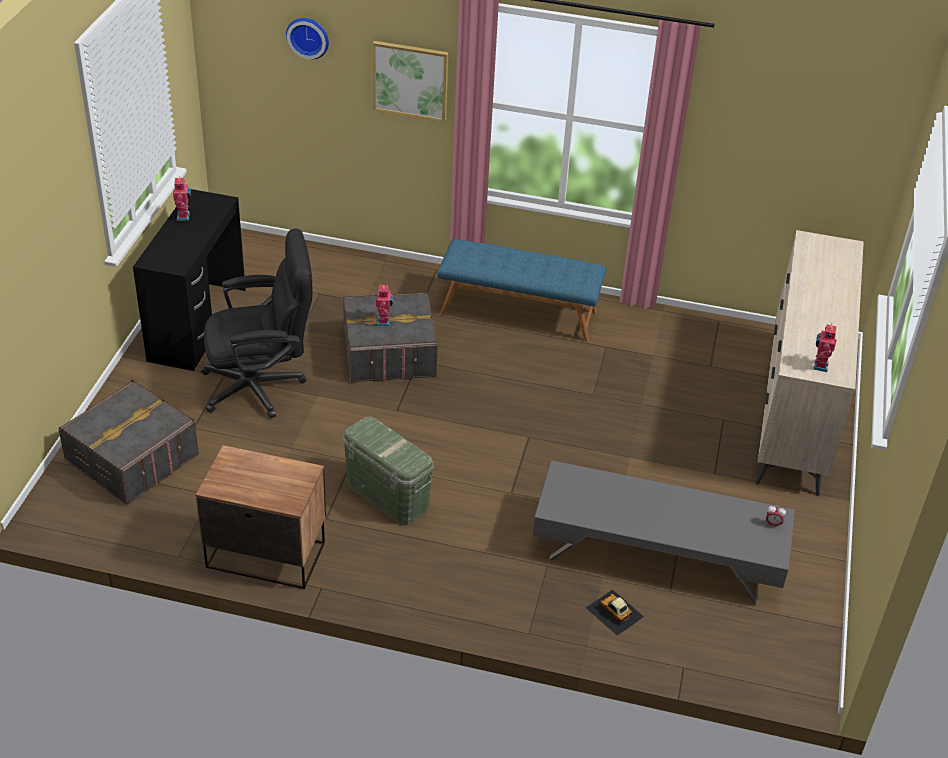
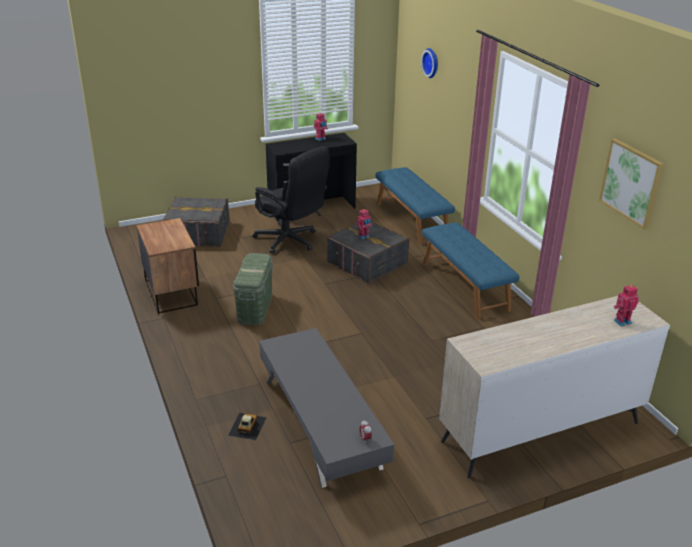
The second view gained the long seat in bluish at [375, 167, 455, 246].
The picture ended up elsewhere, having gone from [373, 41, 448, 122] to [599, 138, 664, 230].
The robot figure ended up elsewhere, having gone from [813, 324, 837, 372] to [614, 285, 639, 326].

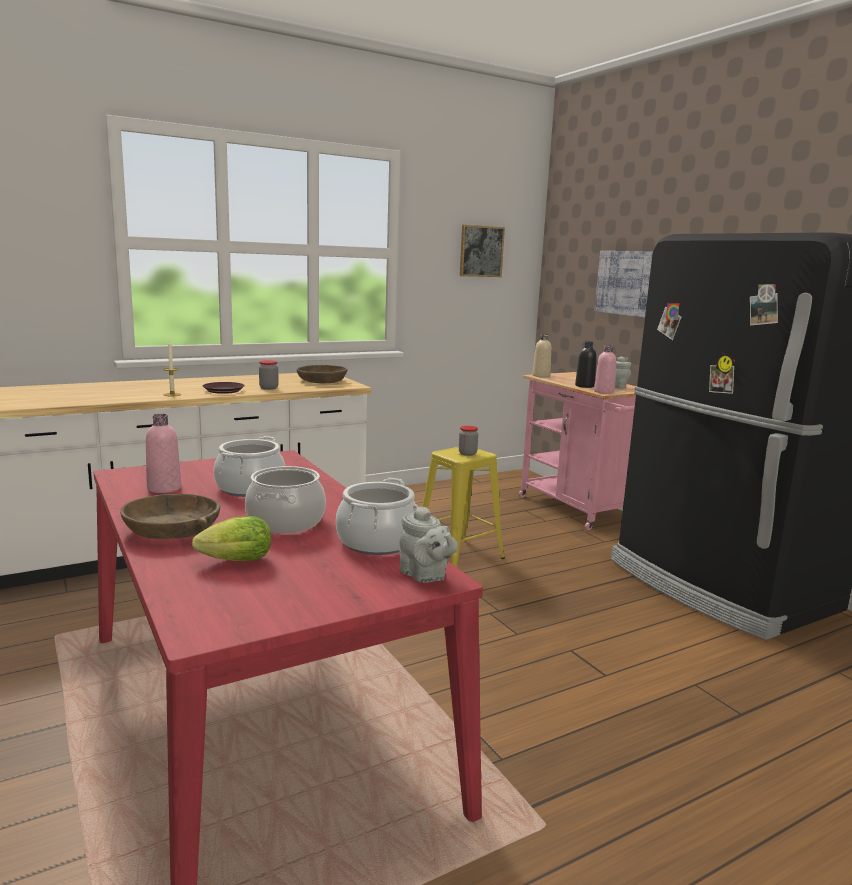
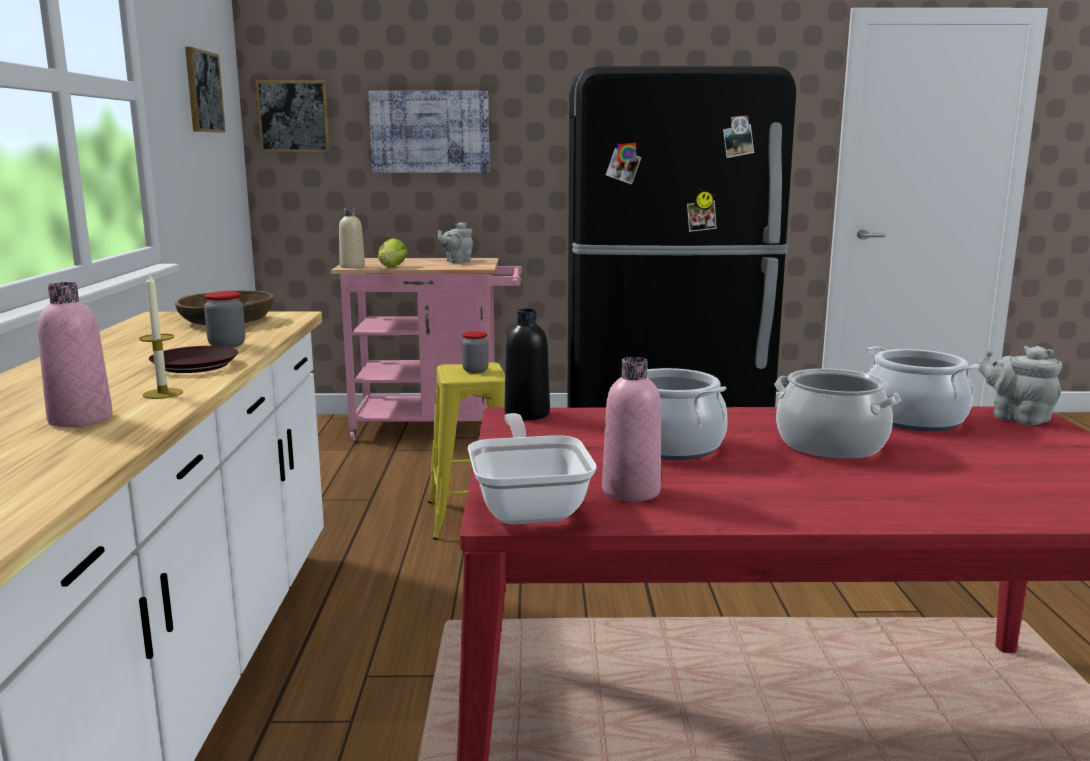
The second view lost the deep dish in brown at [120, 494, 220, 539].
The second view gained the picture at [256, 81, 330, 152].
The second view gained the pan at [468, 413, 597, 525].
The lettuce ended up elsewhere, having gone from [192, 516, 271, 561] to [378, 238, 408, 267].
The drink bottle in black-coloured ended up elsewhere, having gone from [575, 342, 597, 388] to [504, 309, 550, 420].
The drink bottle in pinkish ended up elsewhere, having gone from [594, 346, 616, 394] to [37, 282, 113, 427].
The tea pot in gray at [399, 504, 458, 583] ended up facing another way, 120 degrees counterclockwise from before.

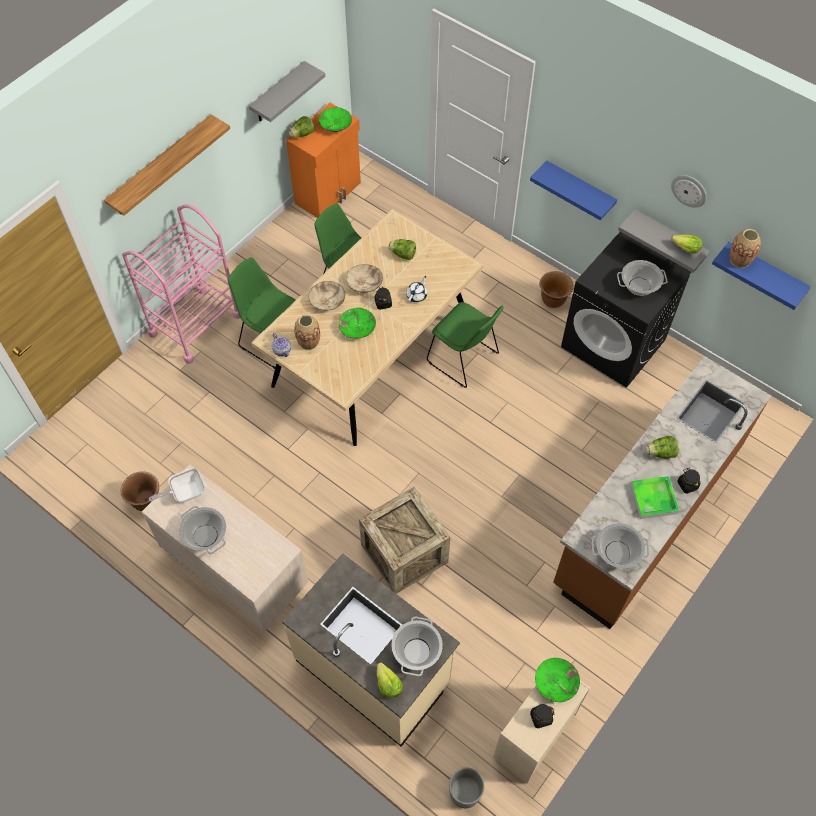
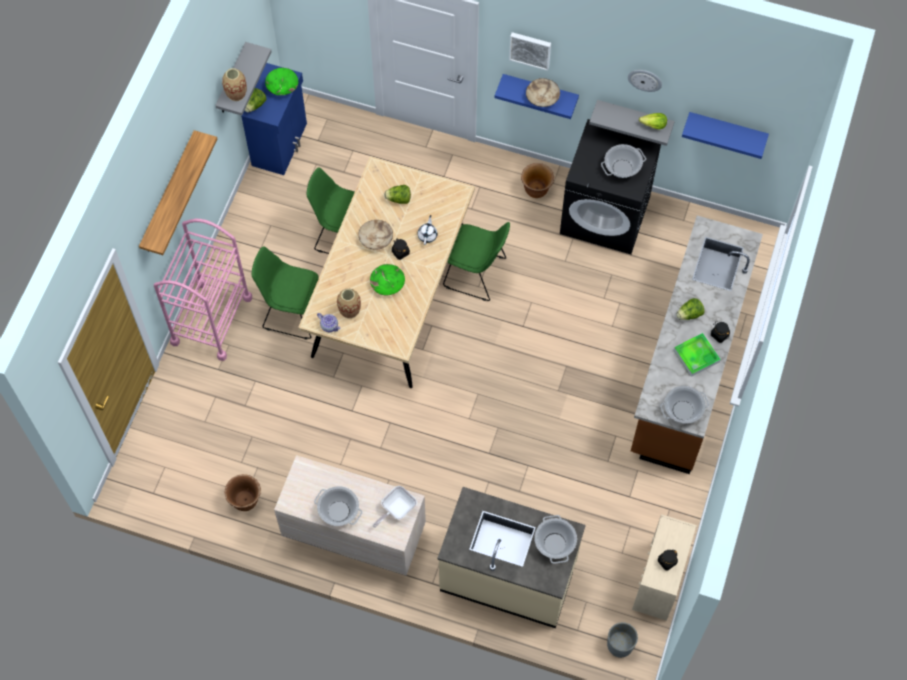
The second view lost the crate at [359, 487, 450, 594].
The second view lost the lettuce at [377, 662, 403, 698].
The second view lost the deep dish in green-coloured at [535, 658, 580, 702].
The second view gained the picture at [509, 32, 551, 71].
The pan ended up elsewhere, having gone from [149, 468, 205, 503] to [373, 486, 417, 528].
The deep dish in beige ended up elsewhere, having gone from [308, 281, 345, 310] to [526, 78, 560, 107].
The flower vase ended up elsewhere, having gone from [730, 229, 761, 268] to [222, 68, 247, 101].
What was the cupboard in orangey at [286, 103, 361, 218] turned into the cupboard in bluish at [241, 63, 307, 175].

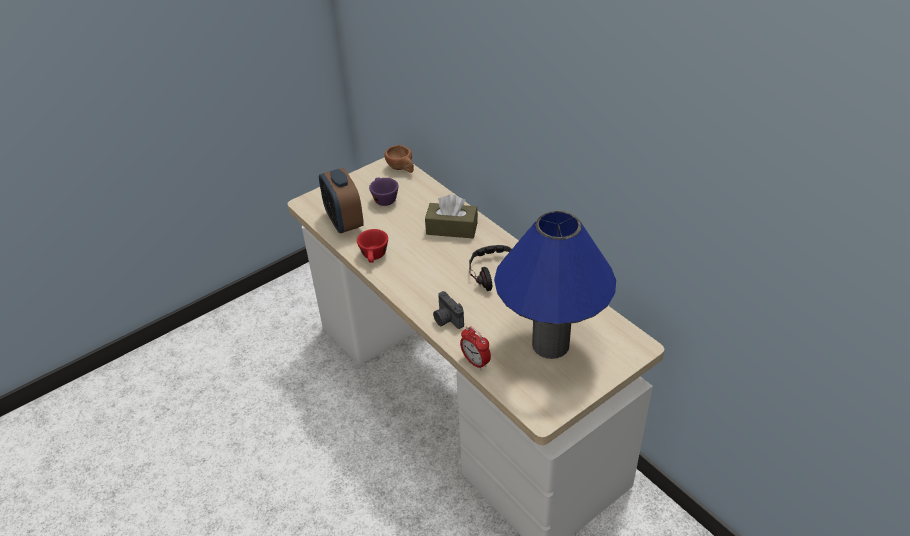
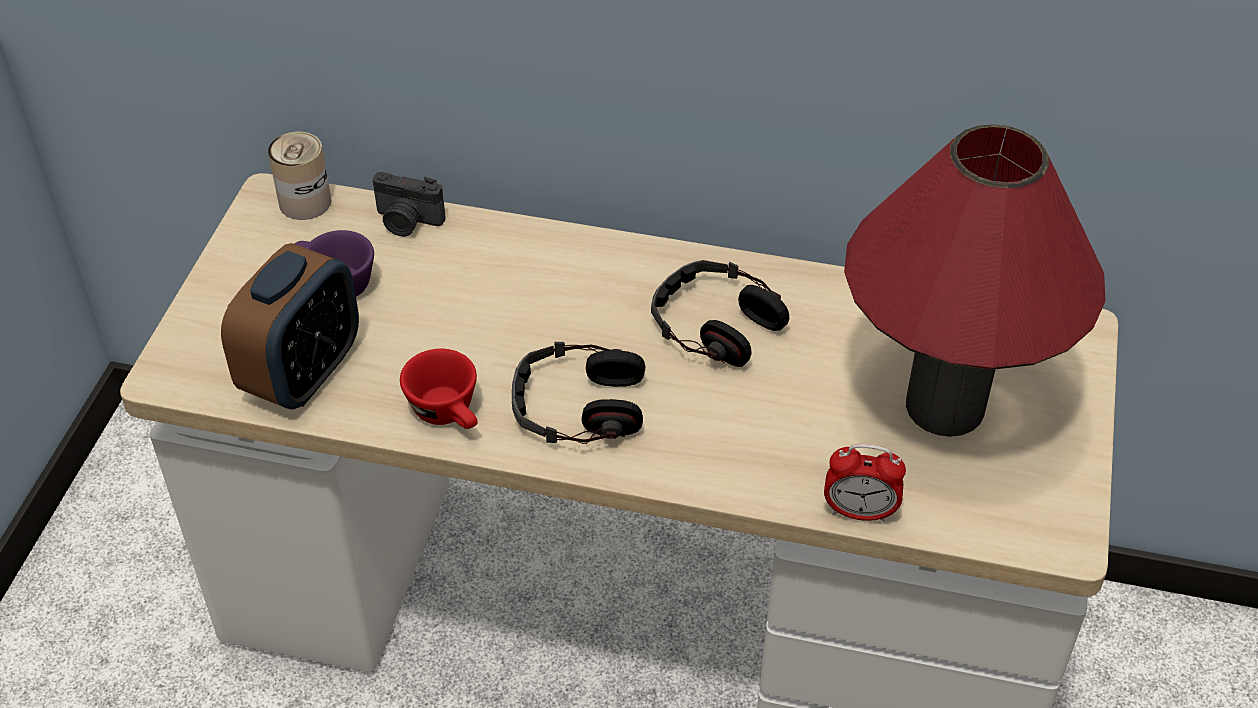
The second view lost the tissue holder in brown at [425, 194, 478, 238].
The second view gained the pair of headphones at [512, 342, 645, 444].
The photo camera ended up elsewhere, having gone from [433, 291, 464, 329] to [373, 172, 446, 237].
Where the small cup in brown stood at [384, 145, 414, 173], the sealed can came to stand at [268, 132, 332, 220].
What was the table lamp in bluish at [494, 211, 616, 359] turned into the table lamp in red-coloured at [844, 124, 1106, 437].
The bedside clock at [319, 168, 364, 234] ended up facing another way, 90 degrees counterclockwise from before.

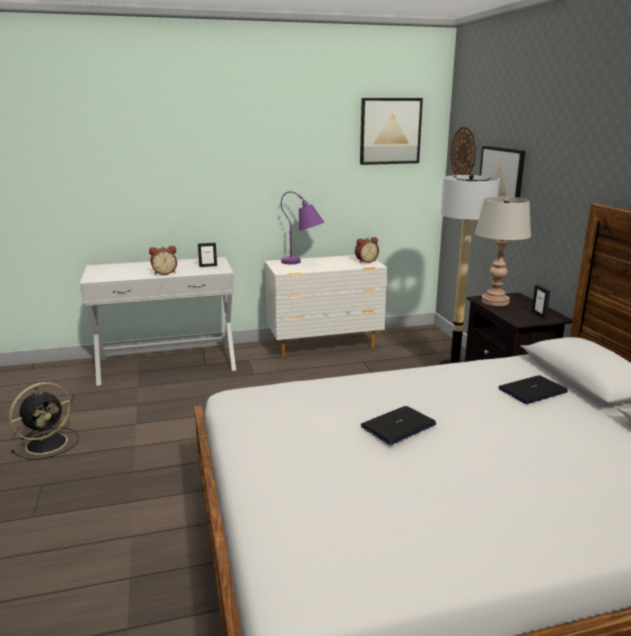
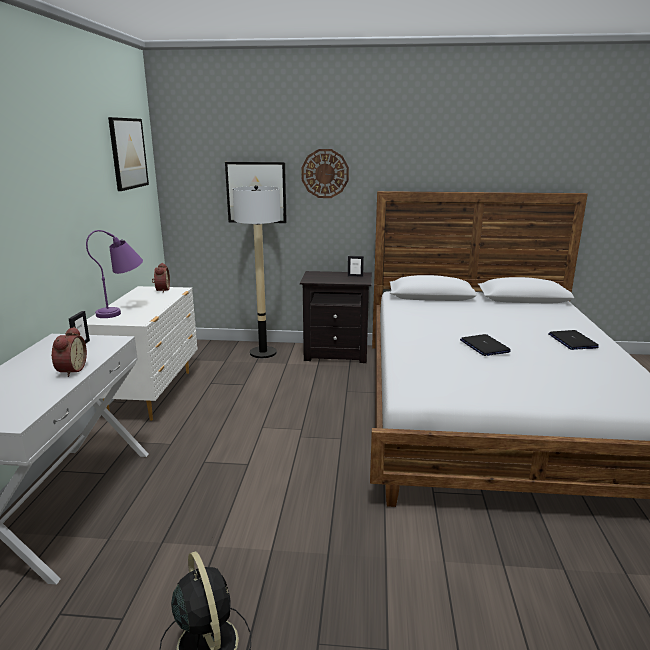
The second view lost the table lamp in gray at [475, 197, 531, 306].
The hanging clock ended up elsewhere, having gone from [450, 127, 476, 175] to [301, 149, 349, 198].
The notebook computer ended up elsewhere, having gone from [498, 375, 568, 404] to [548, 330, 599, 350].

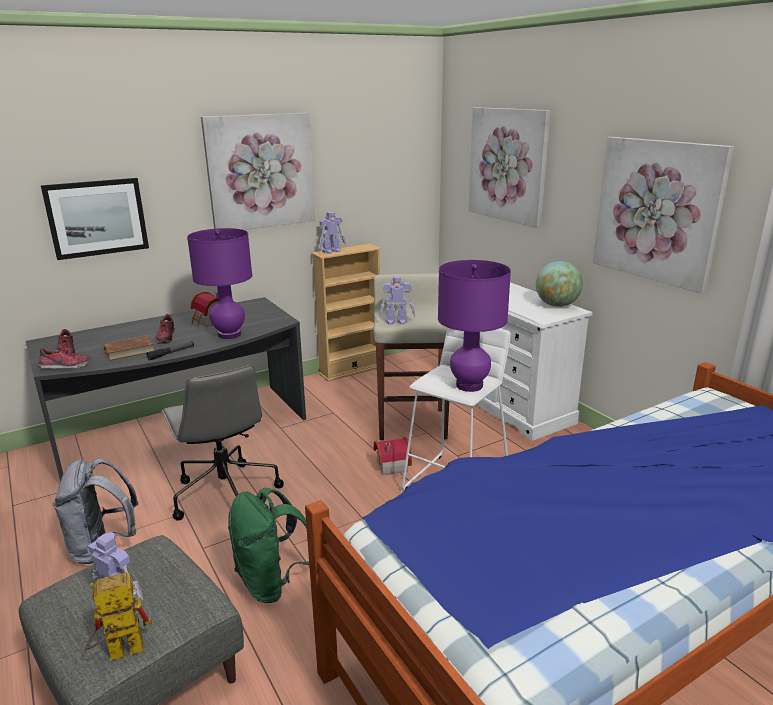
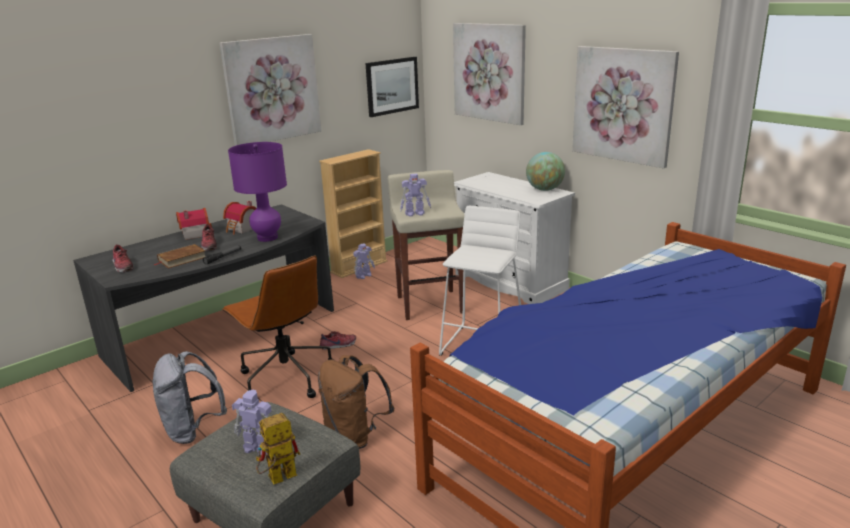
The second view lost the table lamp in purple-coloured at [438, 260, 511, 392].
The low shoe ended up elsewhere, having gone from [38, 348, 90, 369] to [319, 331, 356, 350].
The picture ended up elsewhere, having gone from [41, 178, 149, 260] to [365, 57, 419, 117].
The robot figure ended up elsewhere, having gone from [320, 212, 346, 254] to [353, 243, 375, 279].
The miniature house ended up elsewhere, having gone from [373, 437, 412, 475] to [176, 208, 212, 240].
What was the office chair in gray at [162, 365, 284, 521] turned into the office chair in brown at [222, 256, 334, 398].
What was the knapsack in green-coloured at [228, 488, 309, 603] turned into the knapsack in brown at [318, 355, 394, 449].

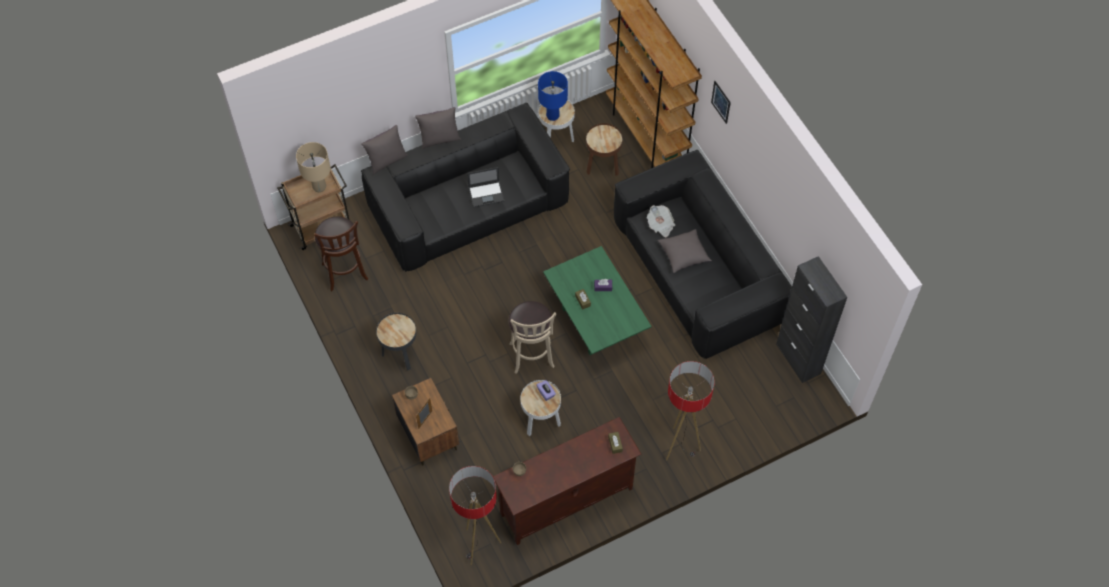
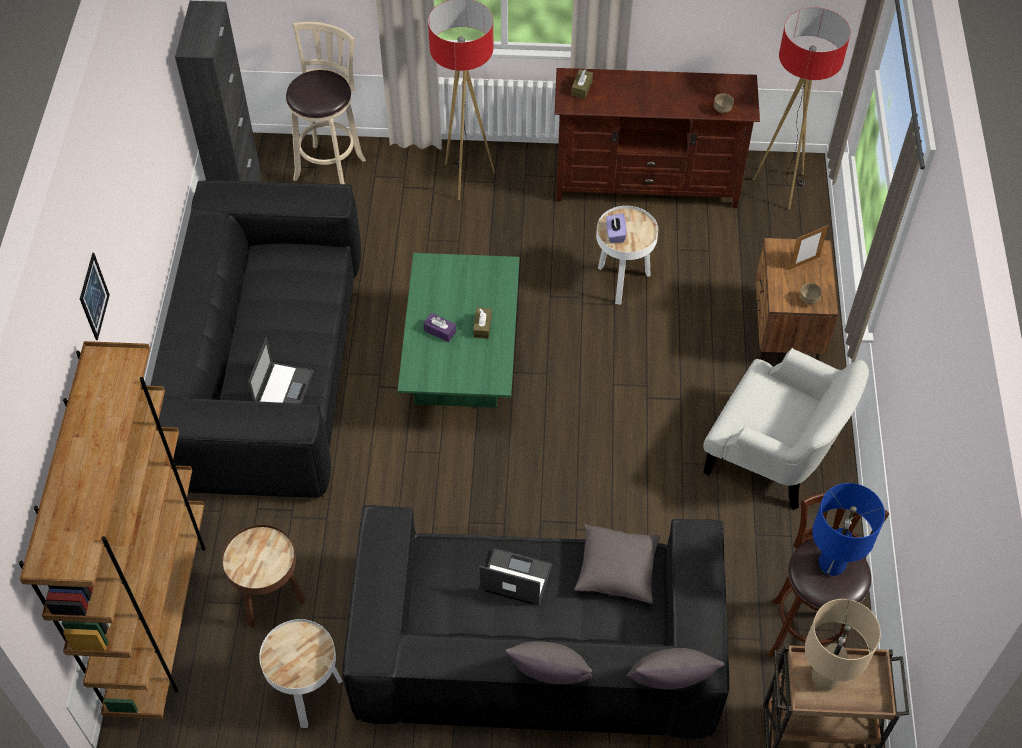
The stool seat in beige ended up elsewhere, having gone from [509, 301, 557, 374] to [286, 22, 366, 184].
The table lamp in bluish ended up elsewhere, having gone from [538, 71, 568, 121] to [812, 483, 885, 576].
The cushion in gray ended up elsewhere, having gone from [658, 229, 712, 273] to [574, 524, 661, 604].
Where the end table in black-coloured stood at [376, 313, 416, 371], the lounge chair in white-coloured came to stand at [703, 348, 869, 510].
Where the printed paper stood at [647, 205, 675, 237], the notebook computer came to stand at [248, 337, 314, 404].

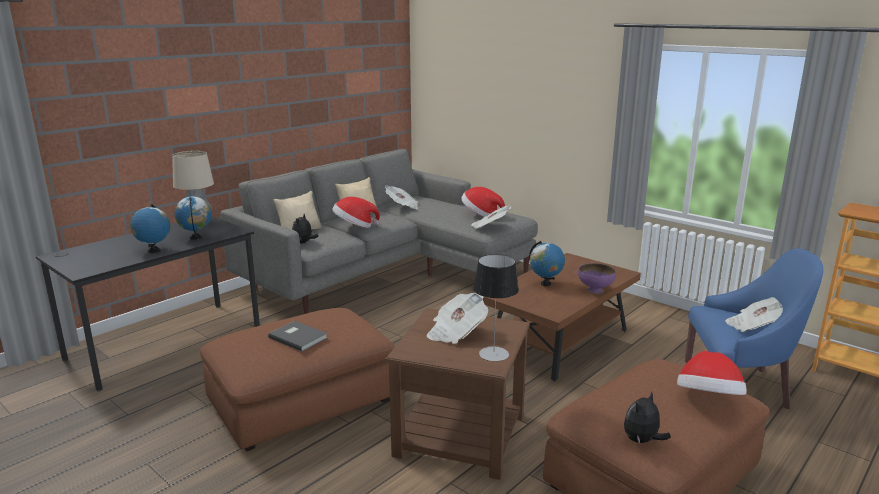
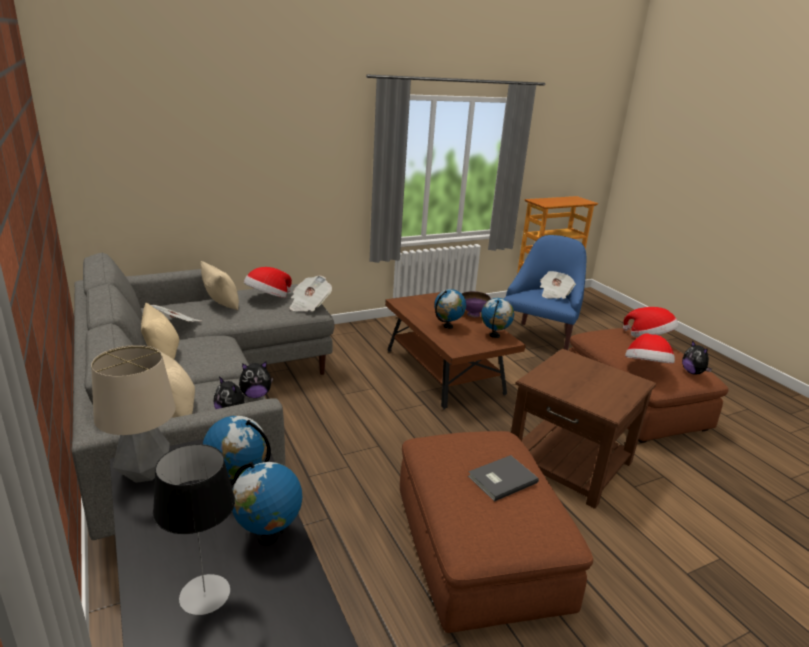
The second view lost the printed paper at [426, 293, 488, 344].
The second view gained the cushion in beige at [201, 261, 239, 310].
The second view gained the cuddly toy at [239, 361, 273, 398].
The second view gained the globe at [481, 298, 514, 338].
The wearable hat ended up elsewhere, having gone from [332, 197, 380, 228] to [625, 333, 675, 364].
The table lamp ended up elsewhere, having gone from [473, 254, 519, 361] to [153, 444, 235, 615].

